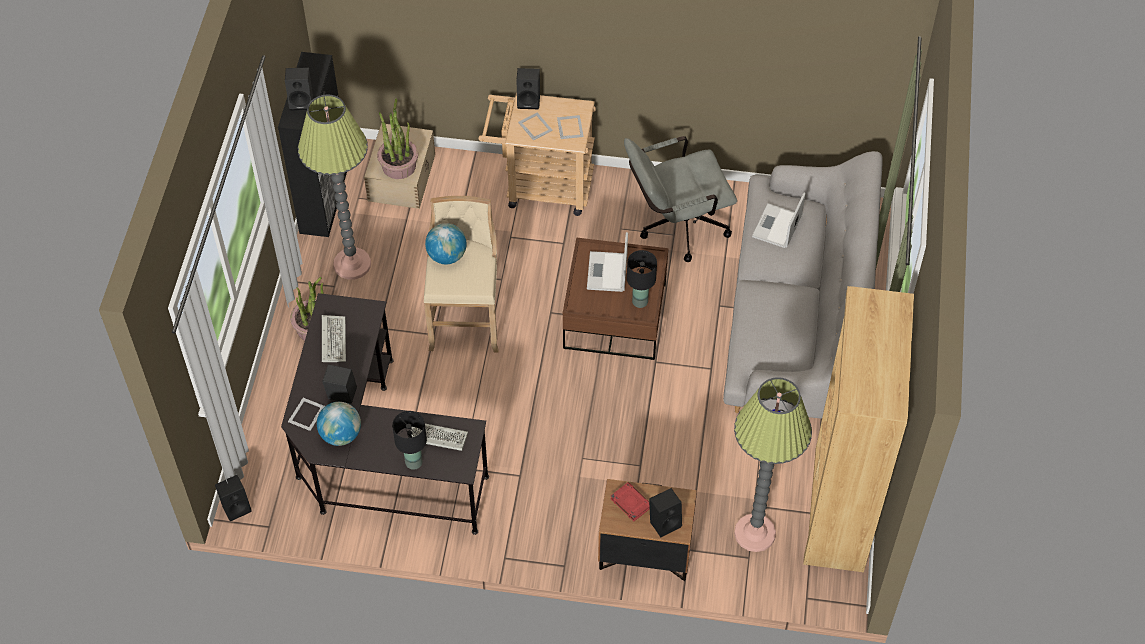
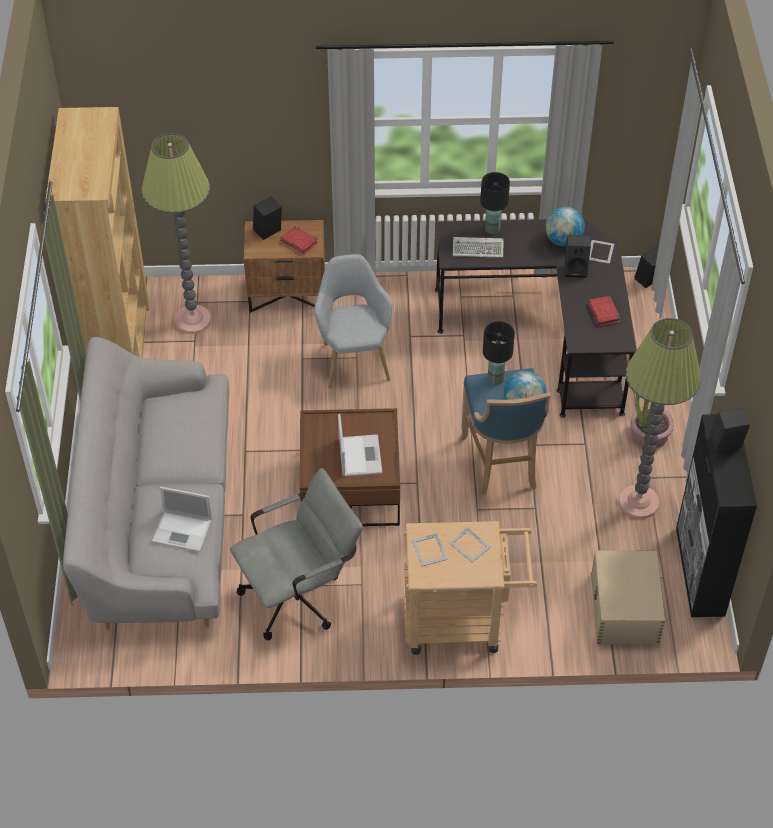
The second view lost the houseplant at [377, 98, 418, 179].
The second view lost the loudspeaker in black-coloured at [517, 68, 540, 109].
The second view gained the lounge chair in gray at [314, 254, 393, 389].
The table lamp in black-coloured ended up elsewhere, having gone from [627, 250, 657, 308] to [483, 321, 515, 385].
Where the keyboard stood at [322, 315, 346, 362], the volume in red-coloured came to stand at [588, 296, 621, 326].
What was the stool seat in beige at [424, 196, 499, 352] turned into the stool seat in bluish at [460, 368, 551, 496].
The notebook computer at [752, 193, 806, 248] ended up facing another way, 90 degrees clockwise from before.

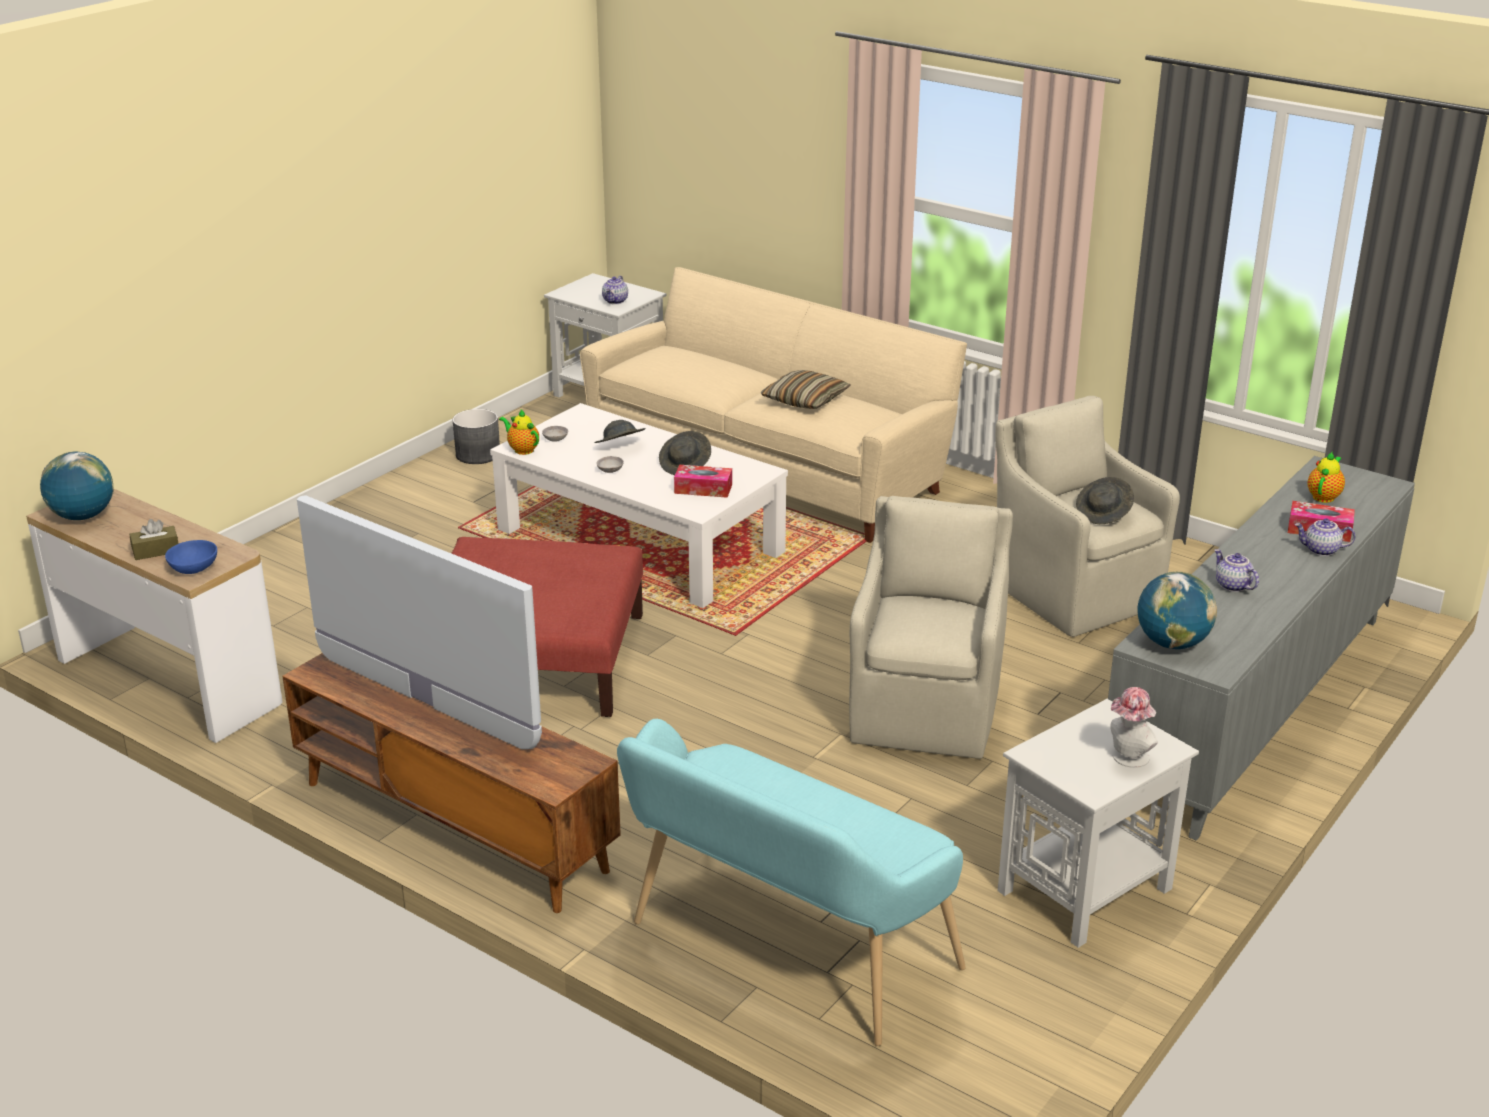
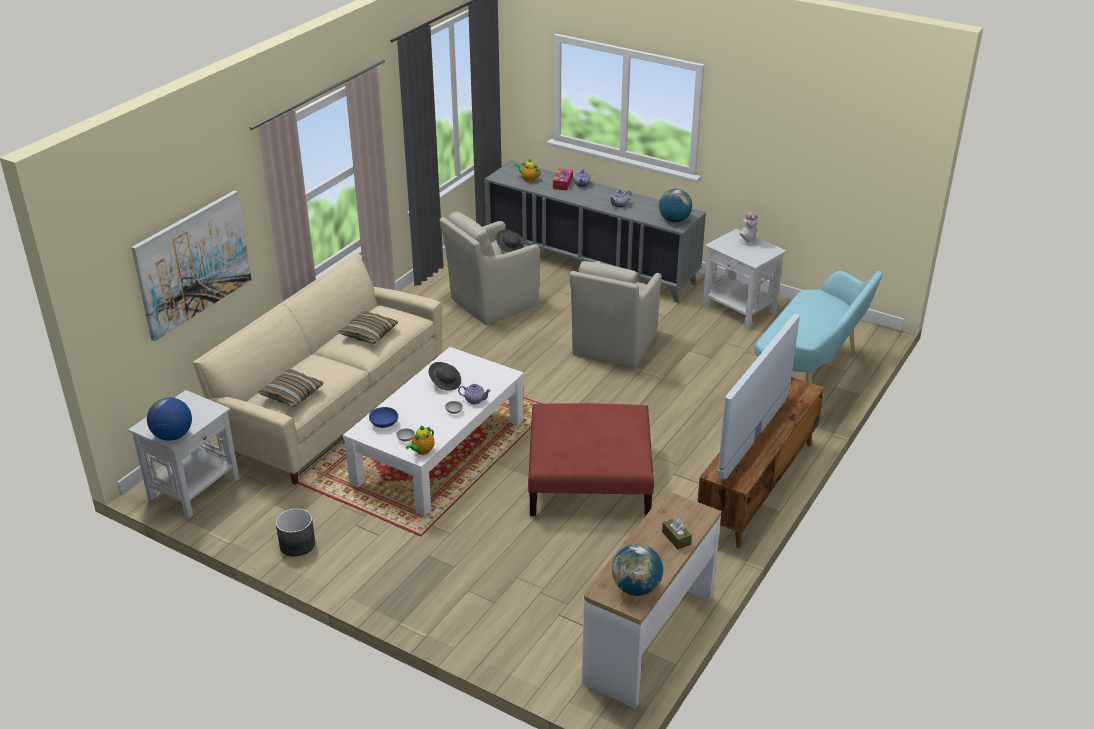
The second view lost the wearable hat in gray at [594, 420, 646, 443].
The second view lost the tissue holder at [674, 465, 732, 498].
The second view gained the picture at [131, 190, 252, 341].
The second view gained the globe at [147, 397, 192, 441].
The second view gained the cushion at [258, 369, 324, 407].
The deep dish in bluish ended up elsewhere, having gone from [165, 540, 217, 574] to [369, 407, 398, 428].
The tea pot ended up elsewhere, having gone from [602, 276, 628, 304] to [458, 384, 491, 404].
The lounge chair in beige at [849, 496, 1013, 759] ended up facing another way, 75 degrees counterclockwise from before.

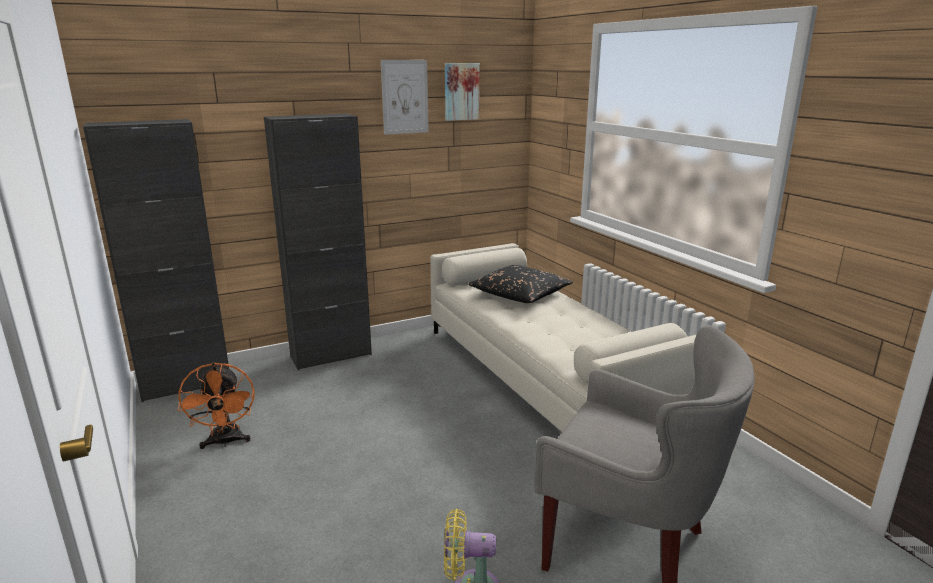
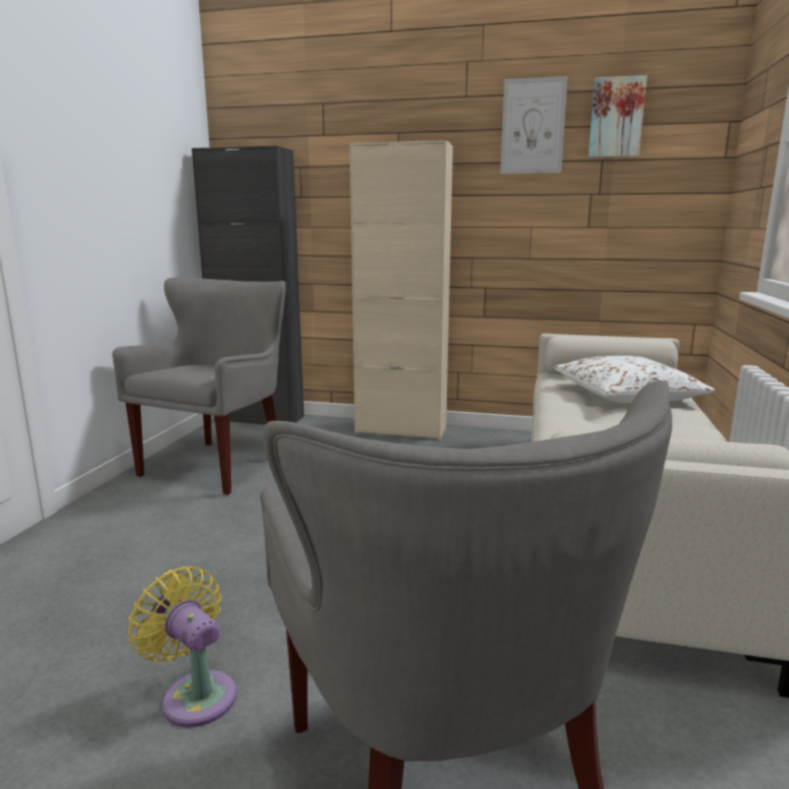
Where the fan in orangey stood at [178, 362, 255, 449], the lounge chair in gray came to stand at [112, 277, 286, 495].
What was the cupboard in black-coloured at [264, 114, 372, 370] turned into the cupboard in beige at [350, 140, 453, 440].
What was the cushion in black-coloured at [468, 265, 573, 303] turned into the cushion in white-coloured at [554, 356, 716, 403].

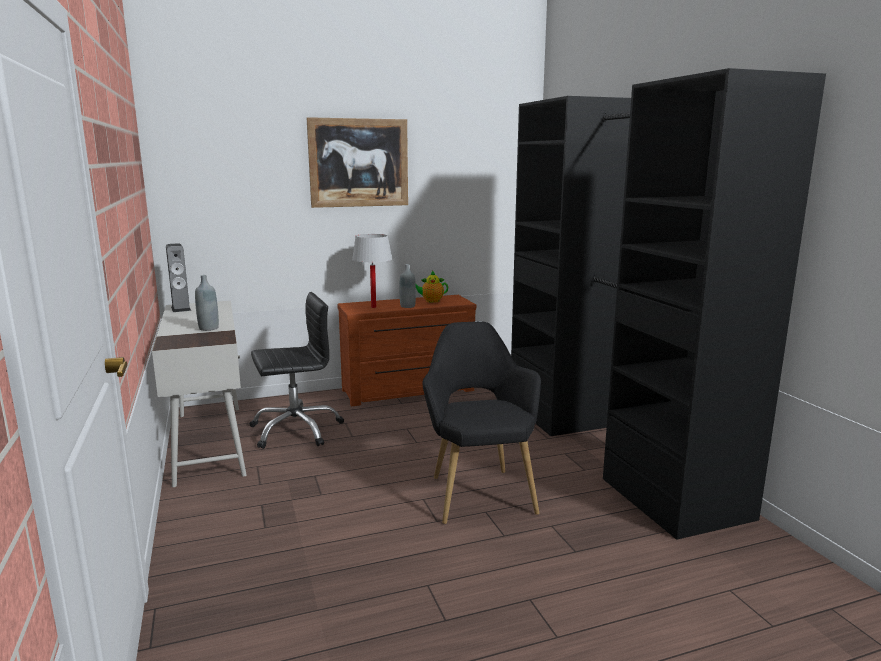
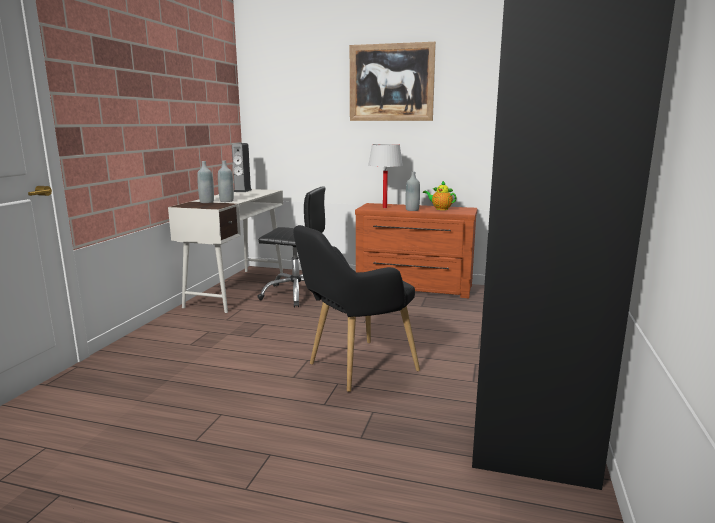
The second view gained the drink bottle in gray at [197, 161, 214, 203].
The lounge chair in black-coloured at [422, 321, 541, 524] ended up facing another way, 150 degrees counterclockwise from before.

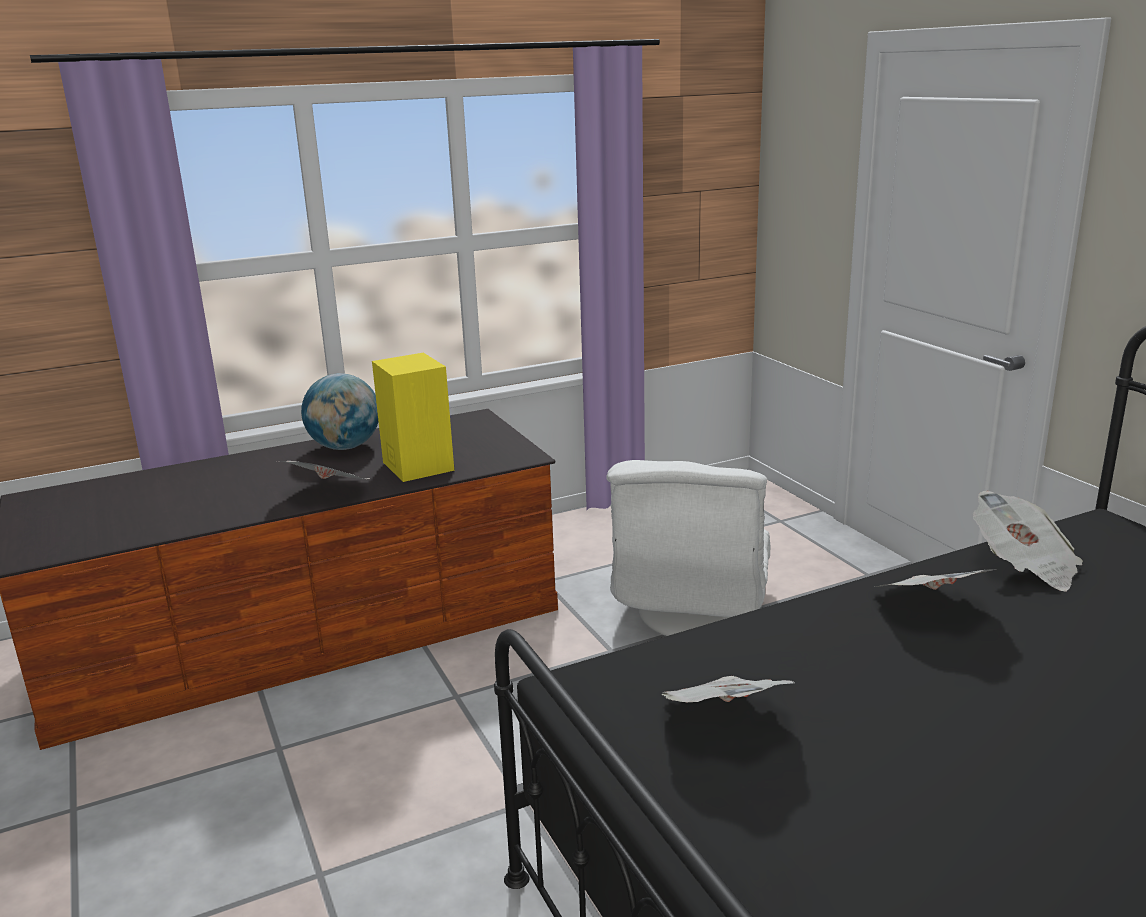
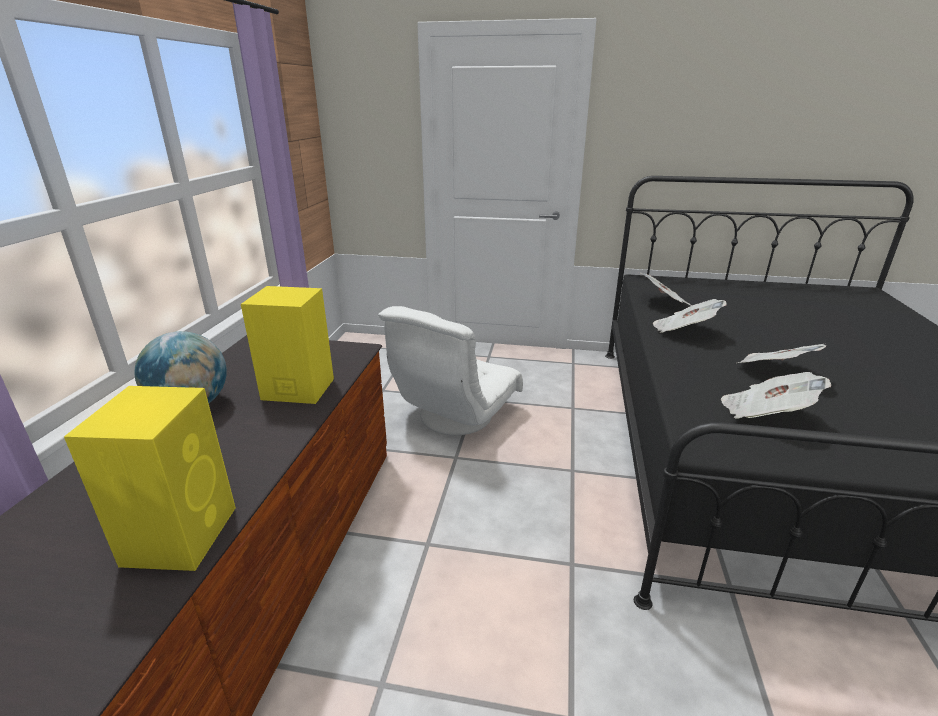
The second view gained the loudspeaker in yellowish at [64, 386, 236, 571].
The printed paper ended up elsewhere, having gone from [279, 461, 370, 479] to [738, 344, 826, 363].
The lounge chair in white-coloured at [606, 460, 770, 636] ended up facing another way, 75 degrees clockwise from before.

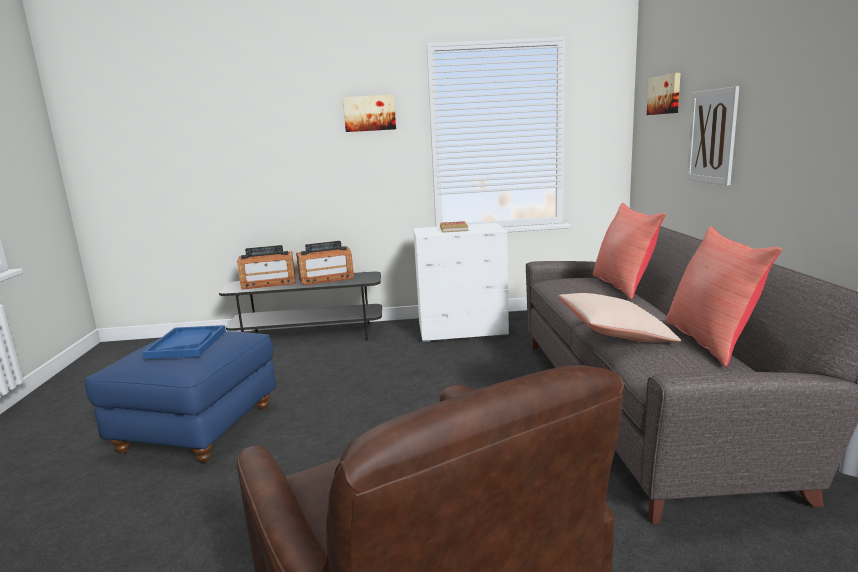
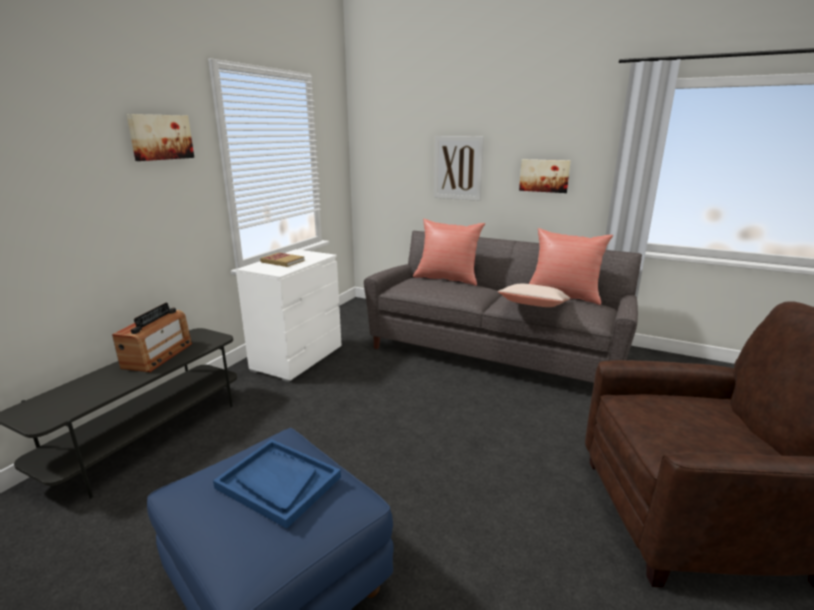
The second view lost the radio receiver at [237, 245, 295, 290].
The picture ended up elsewhere, having gone from [647, 73, 680, 115] to [519, 159, 571, 193].

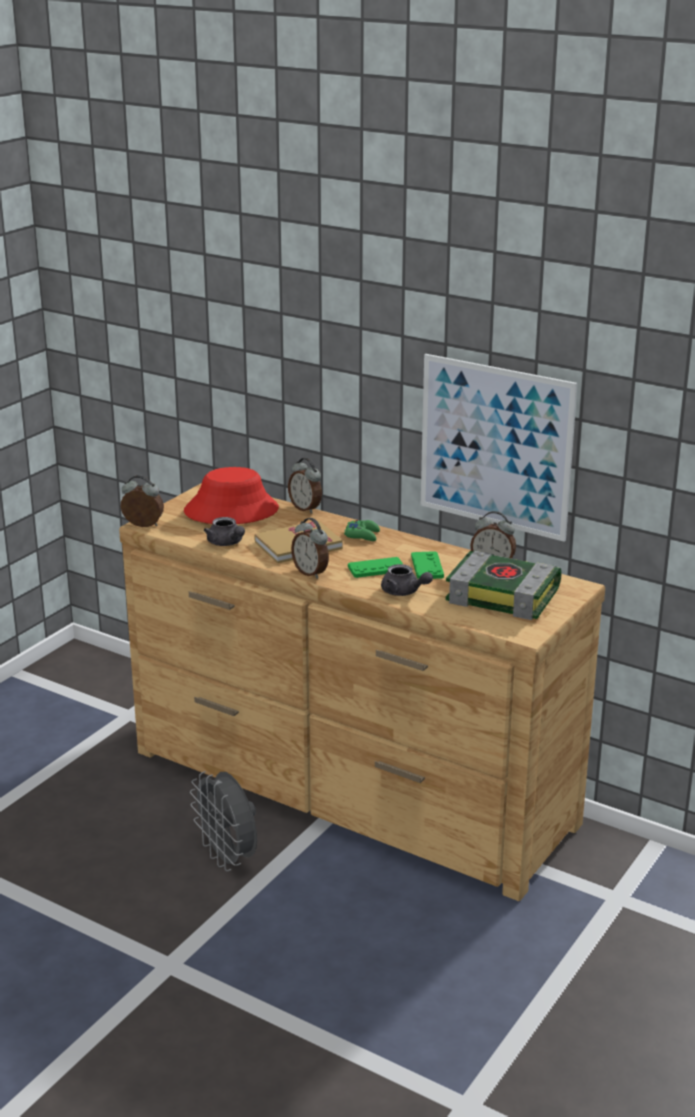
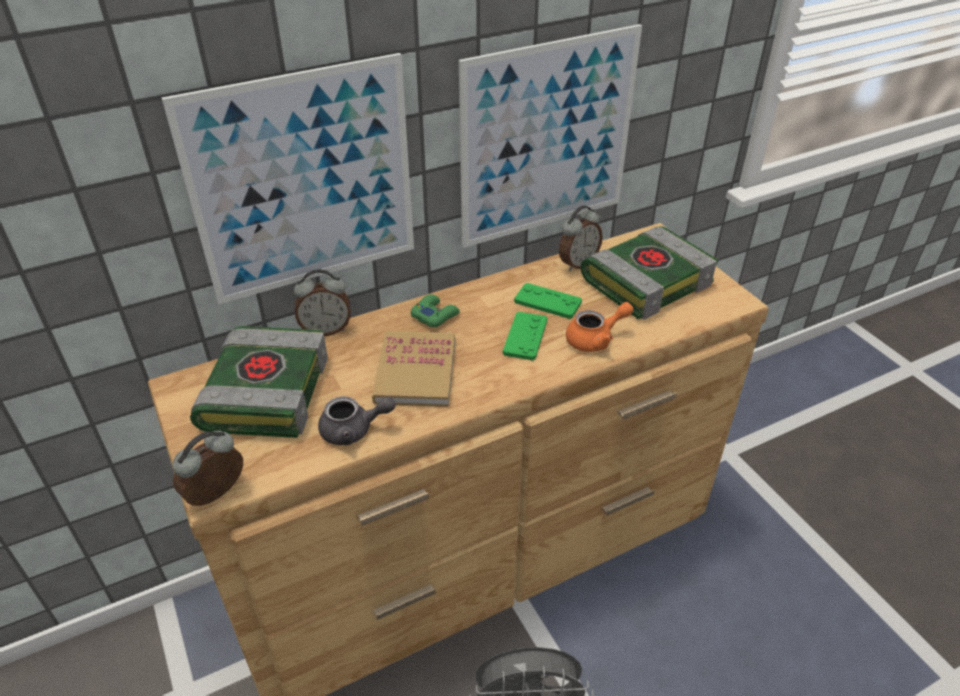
The second view lost the bedside clock at [291, 518, 329, 579].
The second view gained the picture at [162, 53, 414, 304].
Where the wearable hat in red-coloured stood at [184, 467, 279, 524], the volume came to stand at [190, 326, 328, 438].
What was the tea pot in gray at [381, 564, 433, 596] turned into the tea pot in orangey at [566, 302, 633, 352].

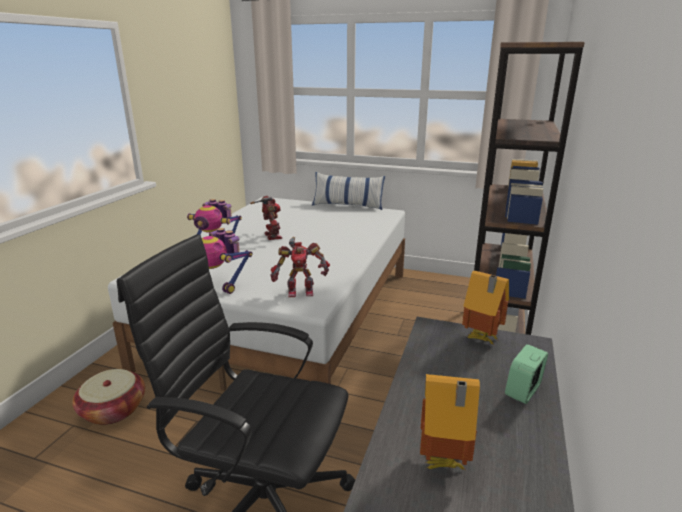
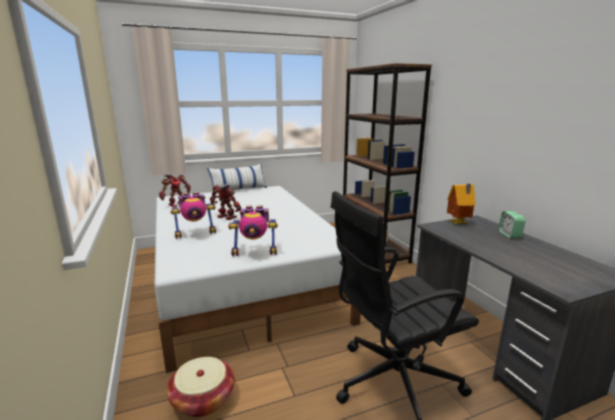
The second view lost the miniature house at [420, 374, 480, 469].
The robot figure ended up elsewhere, having gone from [270, 237, 330, 297] to [159, 174, 191, 208].

